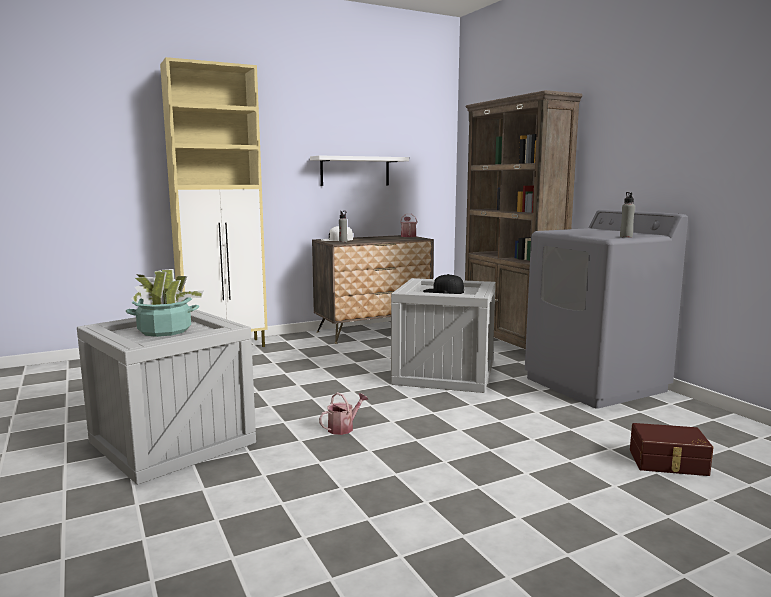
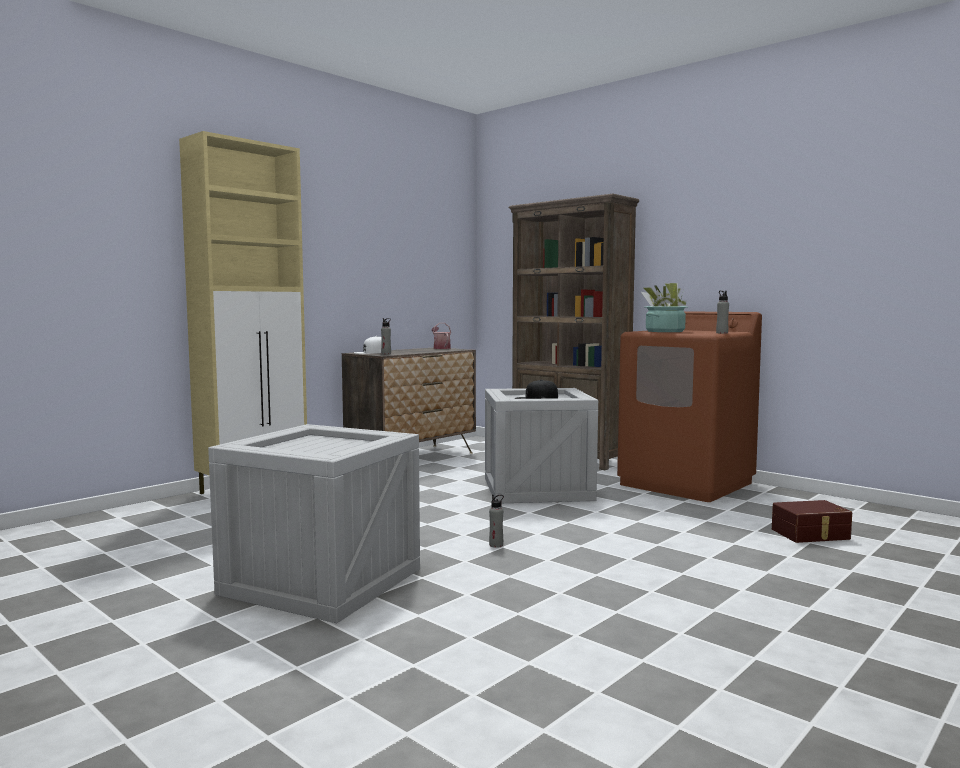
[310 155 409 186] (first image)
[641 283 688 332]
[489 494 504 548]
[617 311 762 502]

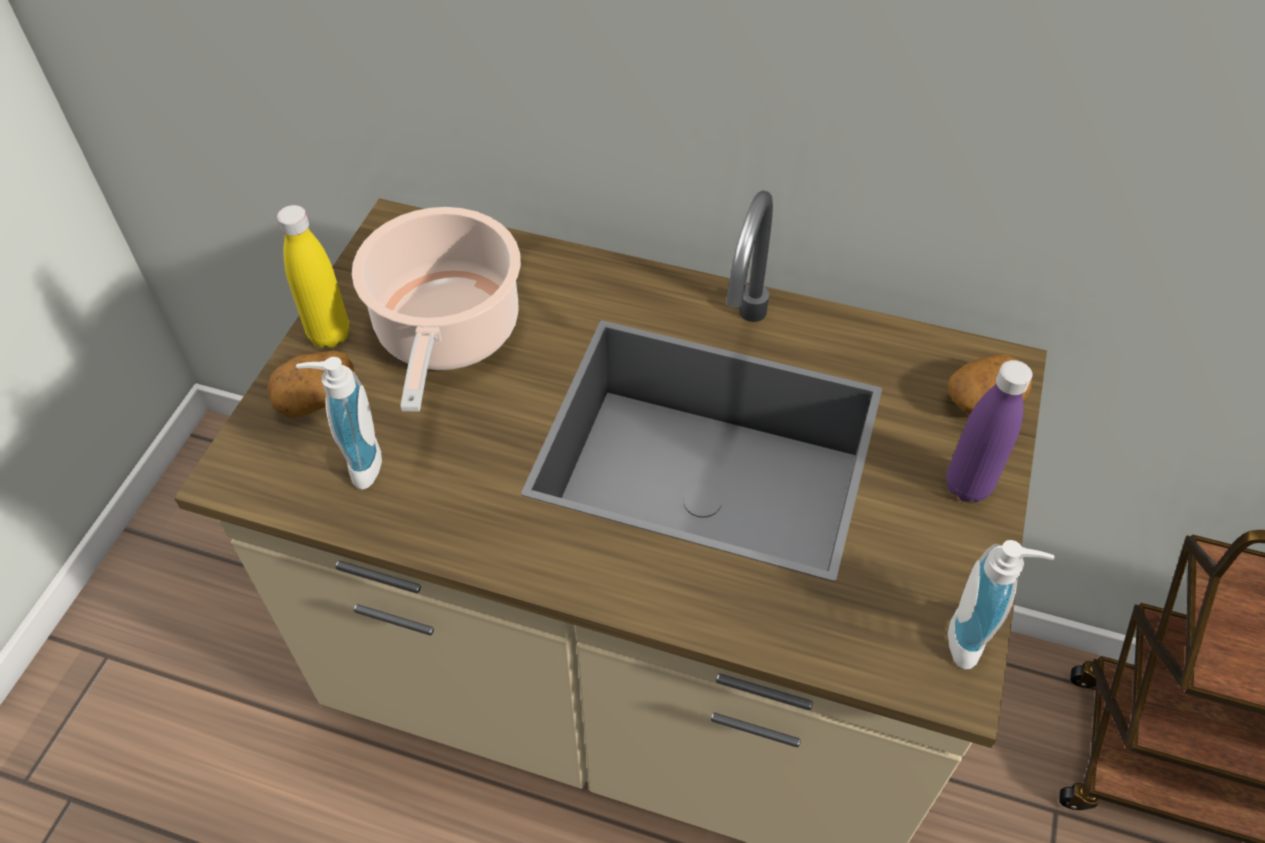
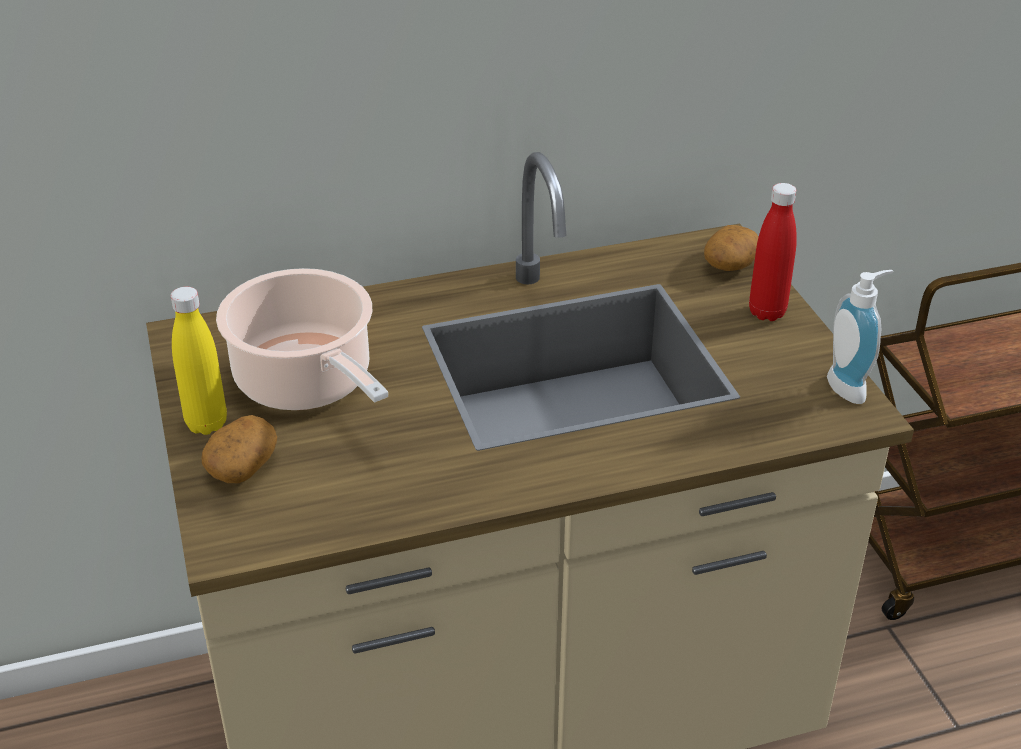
[296 357 382 490] (first image)
[749 183 797 321]

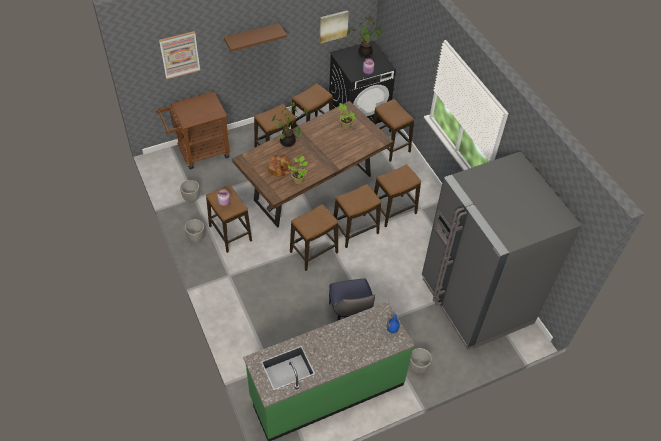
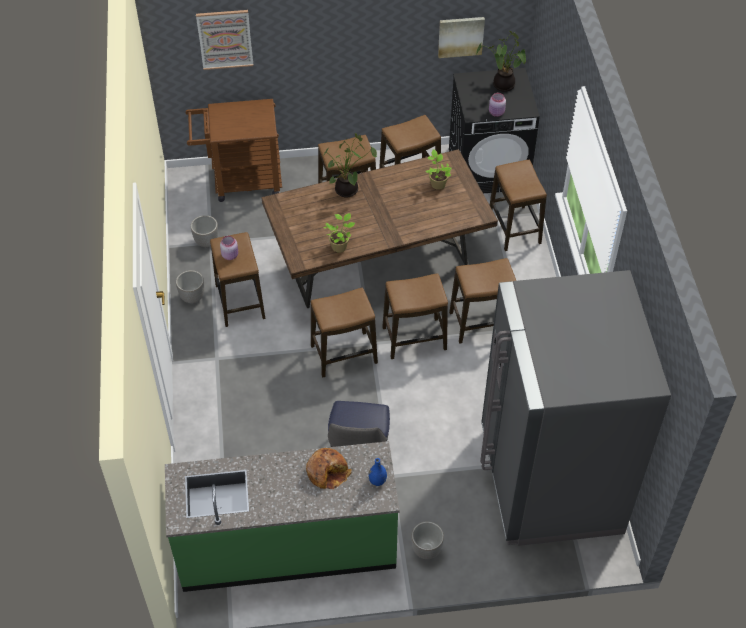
[224 23 287 52] (first image)
[306 448 352 489]

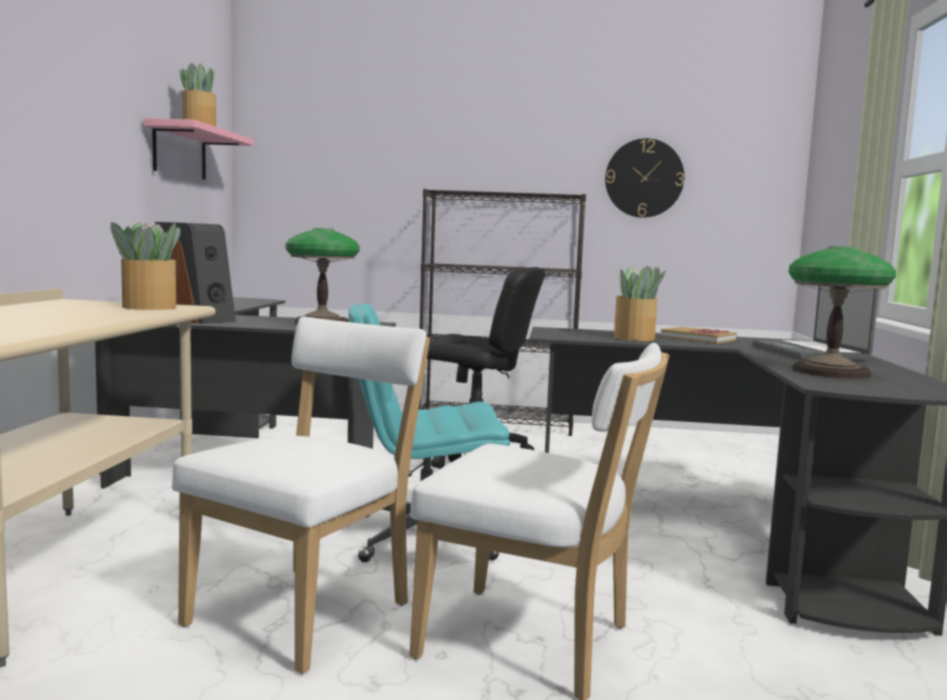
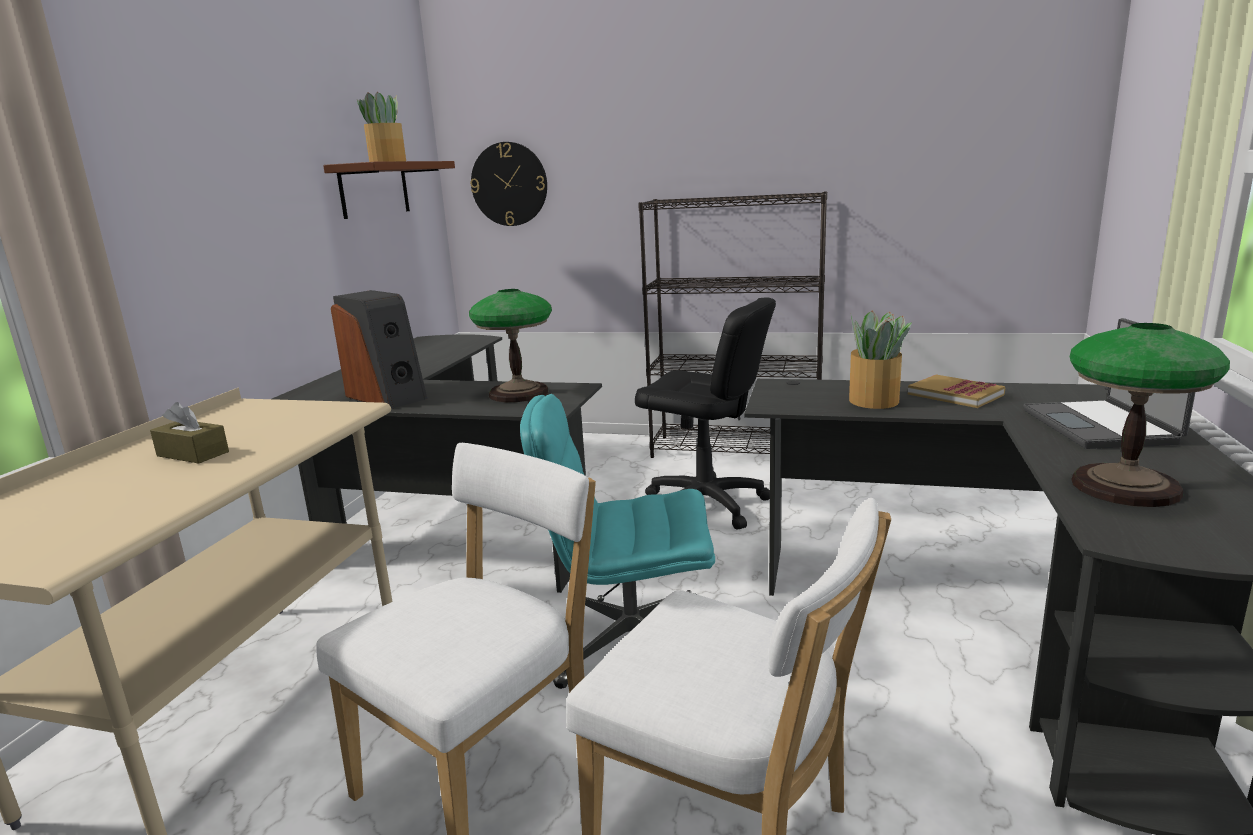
[110 222 180 310] (first image)
[150 402 229 464]
[470 142 547 226]
[323 161 455 219]

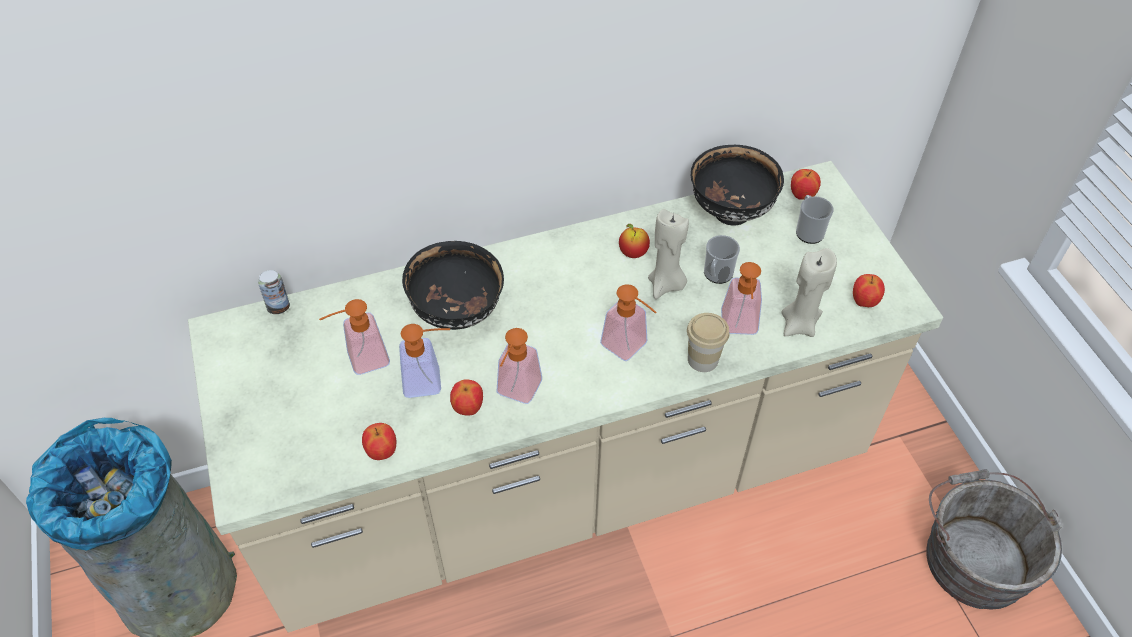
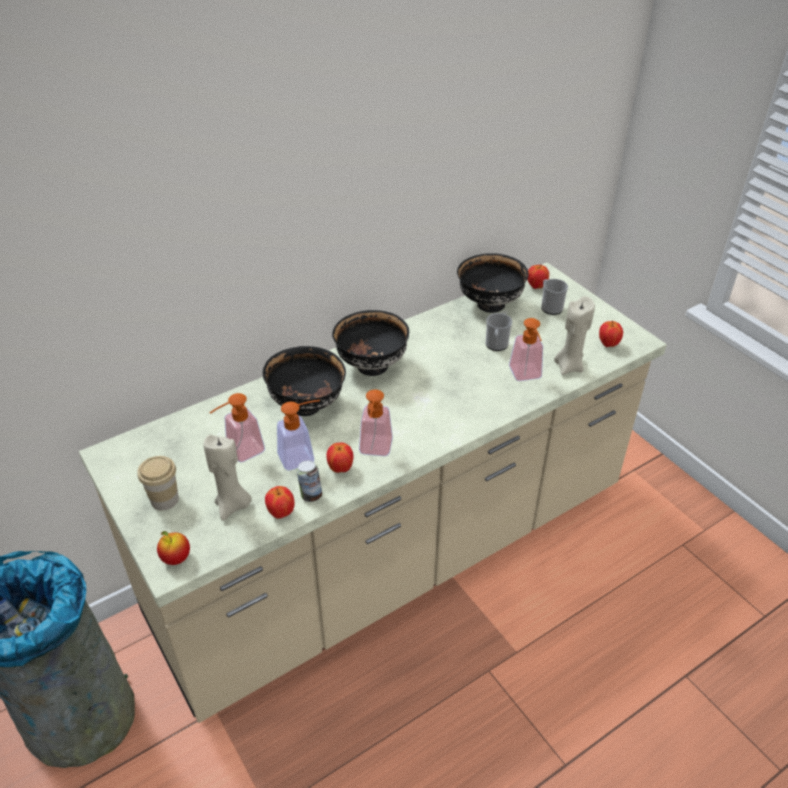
[600 284 657 361] (first image)
[926 469 1063 610] (first image)
[332 310 409 376]
[297 461 322 502]
[157 531 190 565]
[203 435 252 521]
[137 456 179 510]

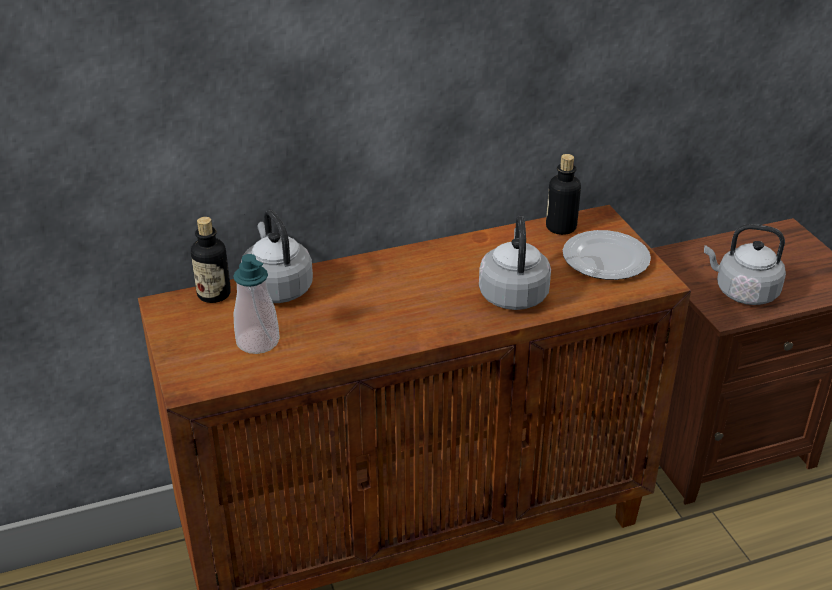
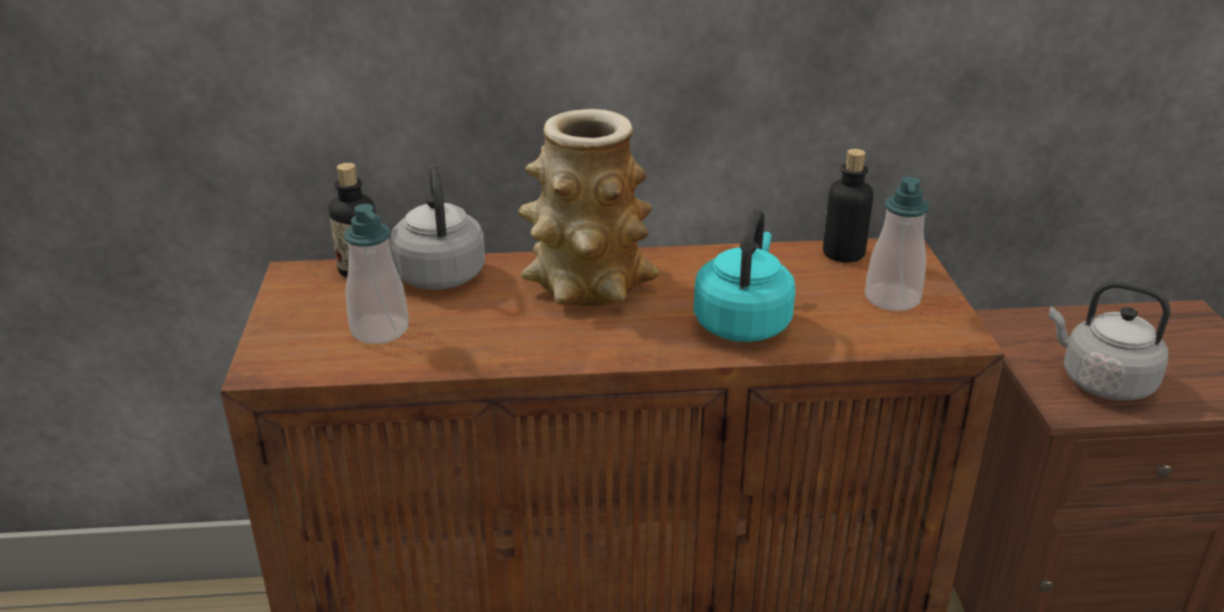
[518 109 659 306]
[865 177 930 311]
[694 209 795 342]

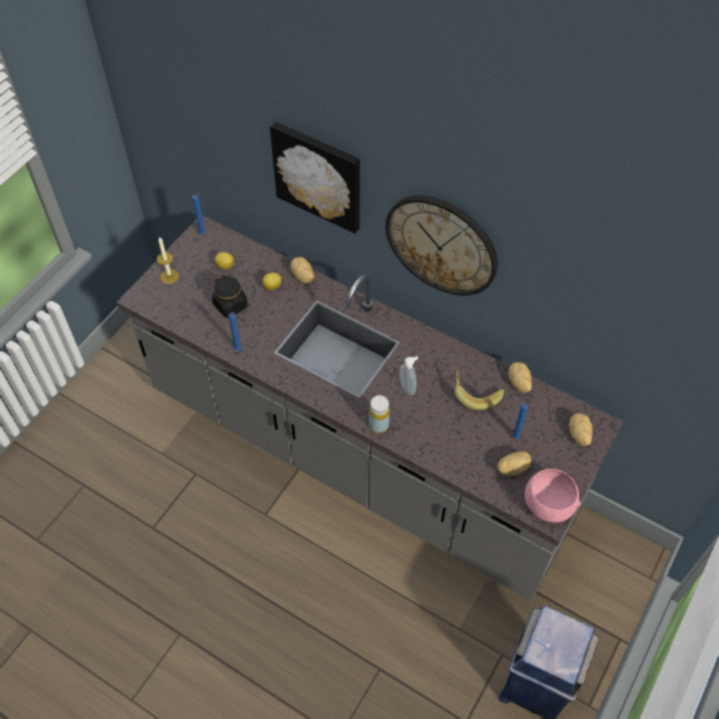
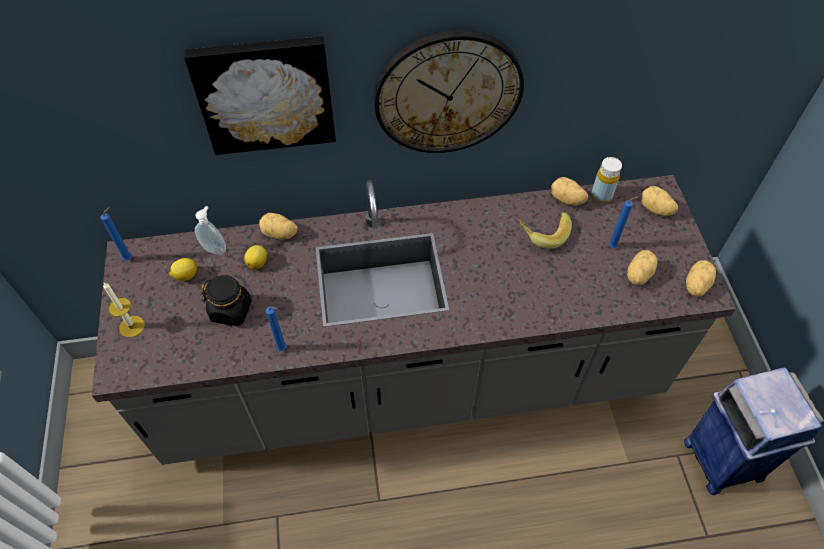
[591 157 622 203]
[195 206 226 255]
[686 260 716 297]

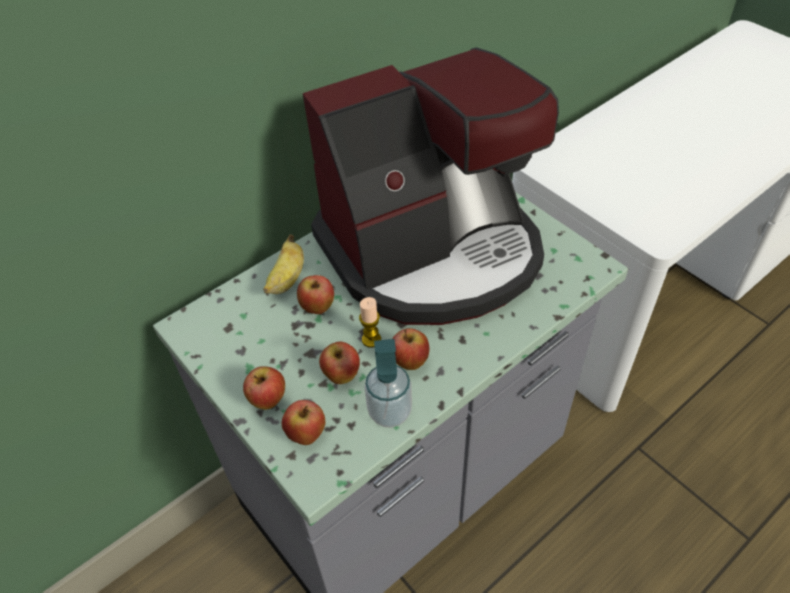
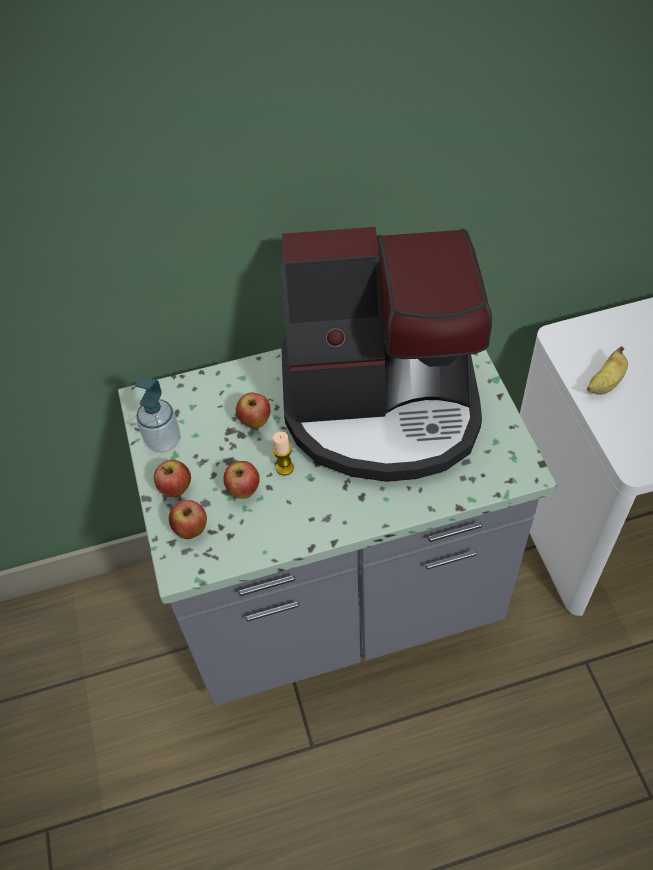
[392 328 429 370] (first image)
[587 346 628 395]
[135 377 180 453]

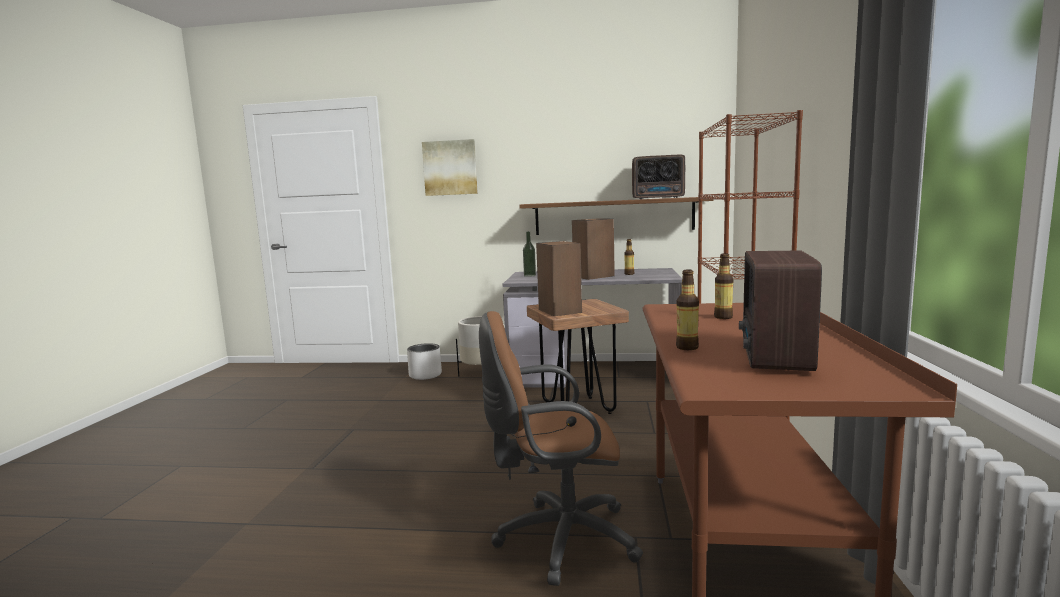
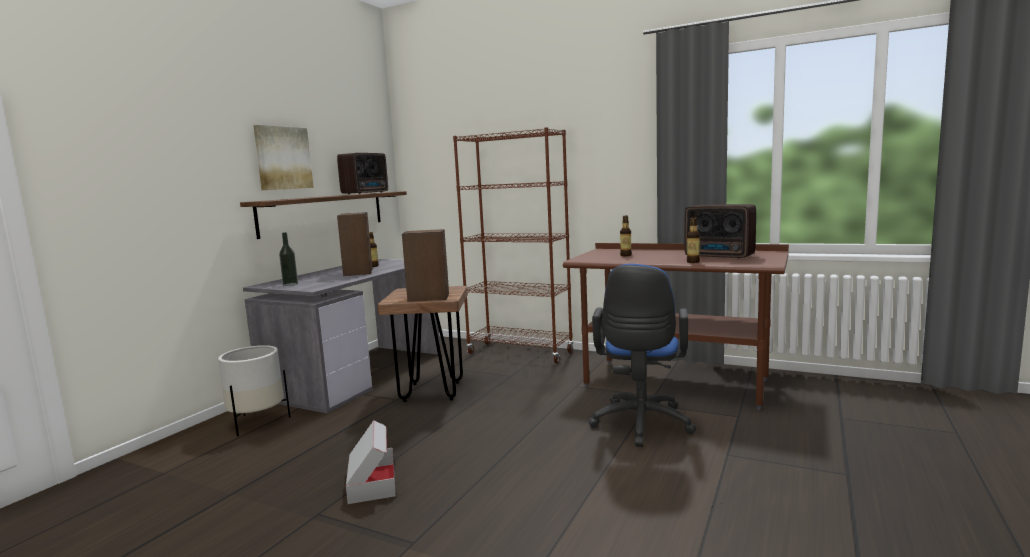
[407 343 442 380] (first image)
[346 420 396 504]
[253 125 314 190]
[588 264 696 447]

